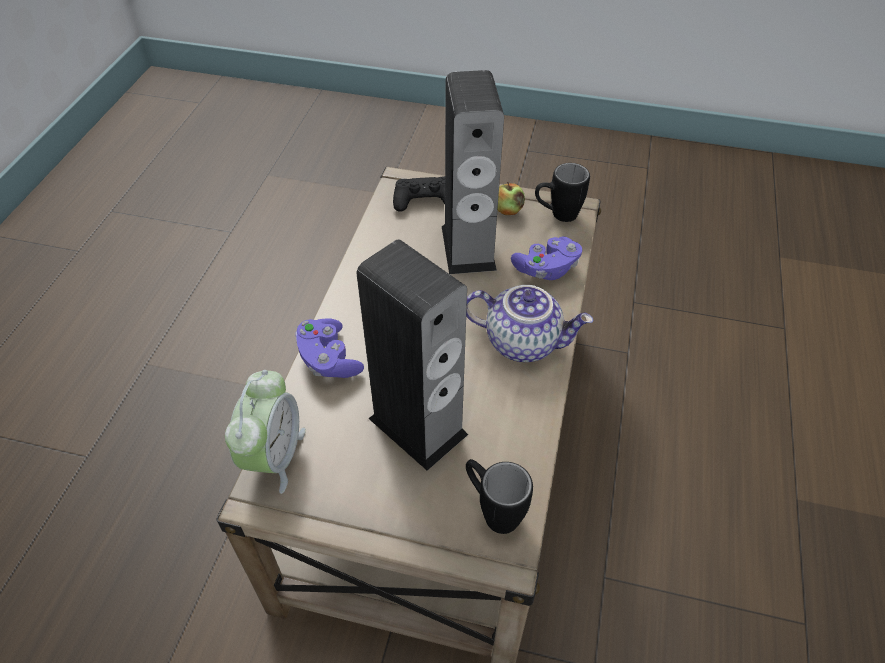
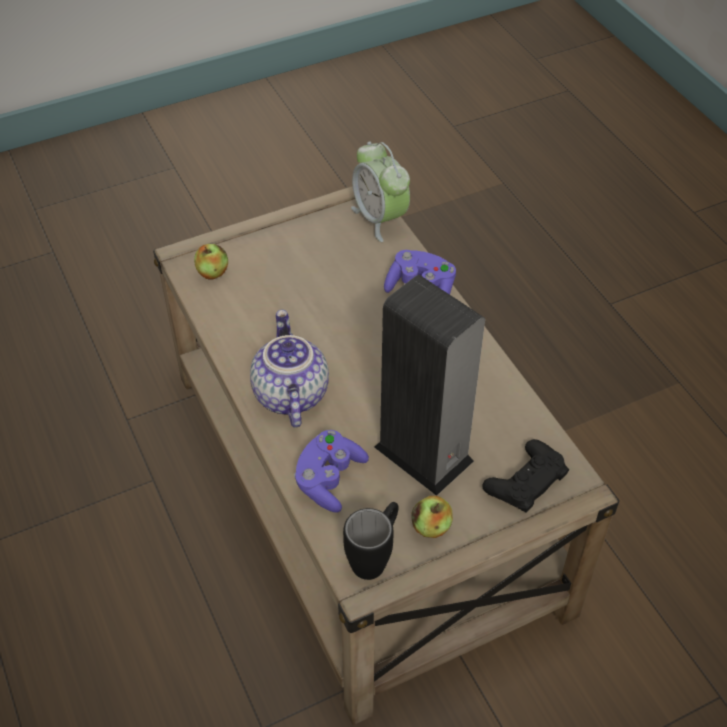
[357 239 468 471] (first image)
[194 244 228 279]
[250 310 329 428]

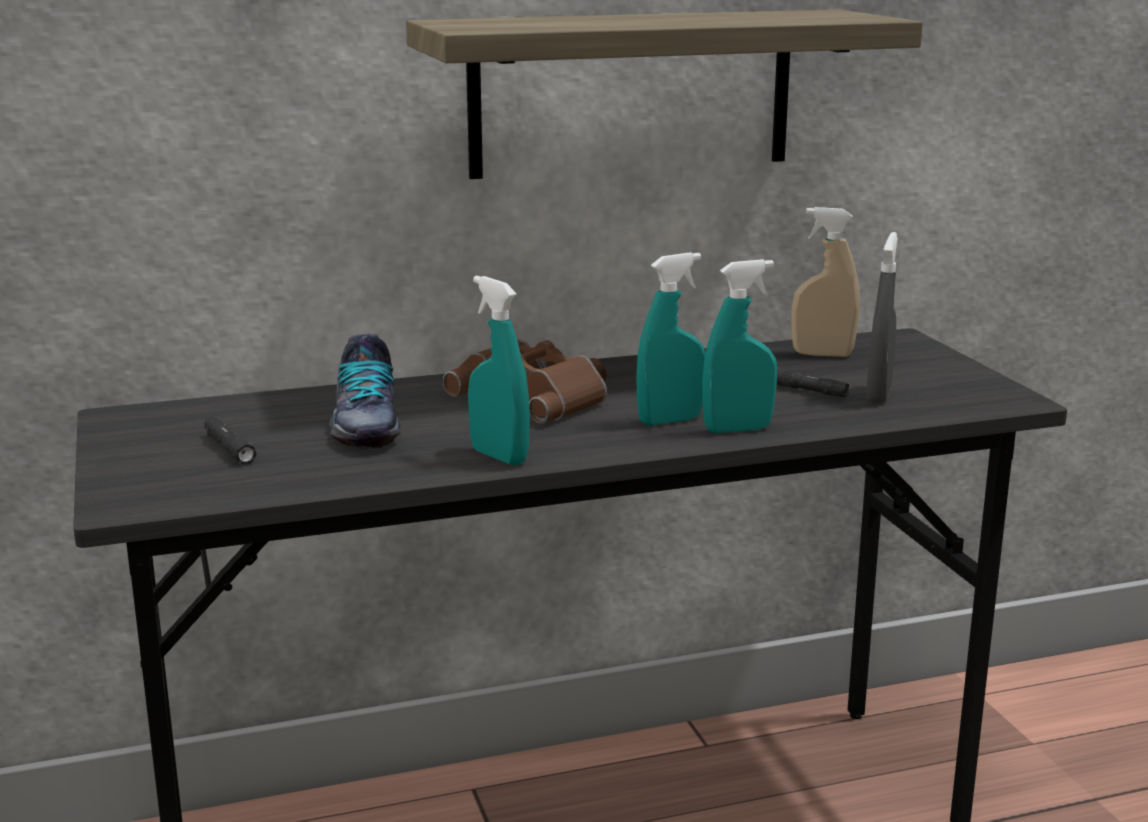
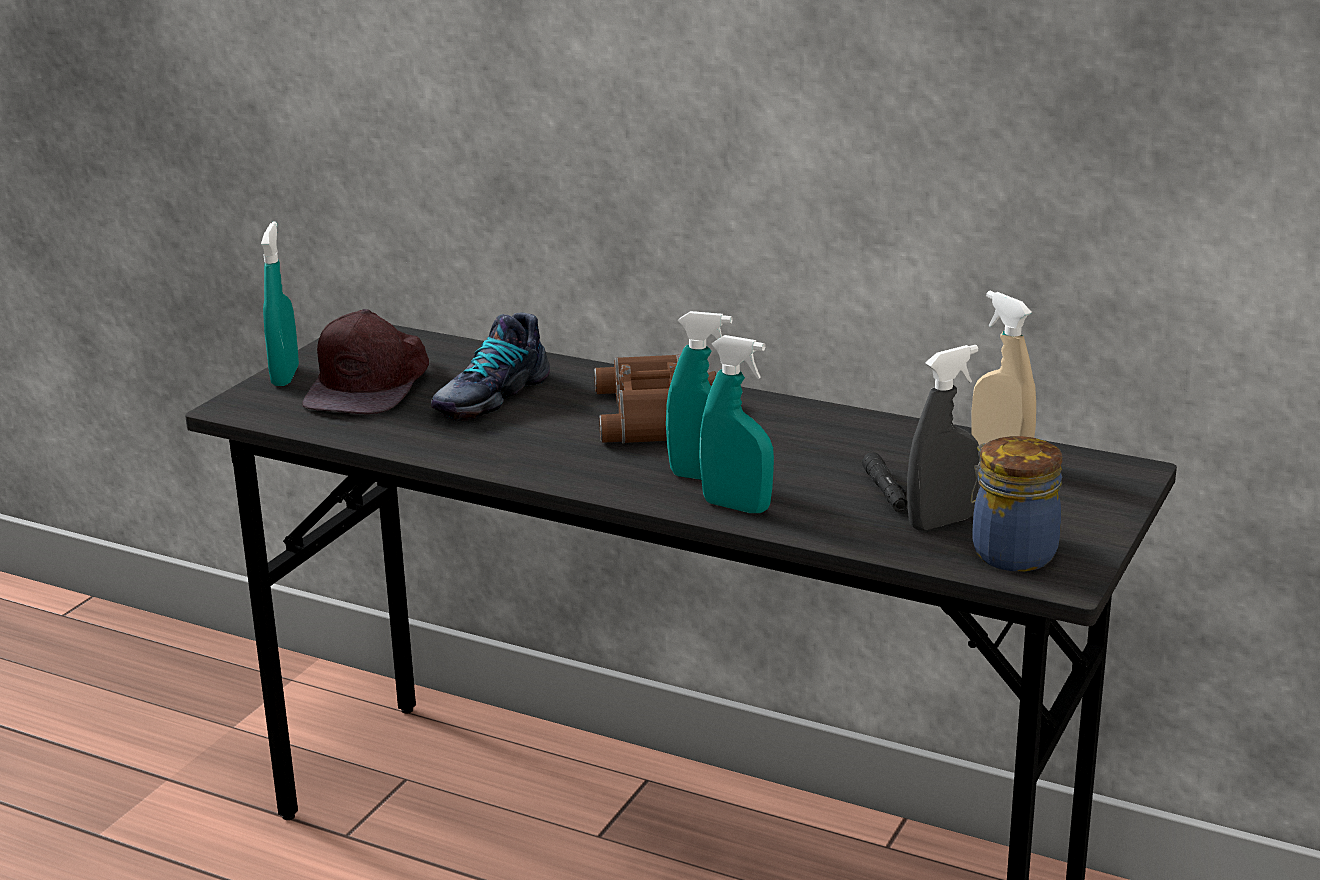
[406 10 923 179] (first image)
[971 436 1063 571]
[261 222 299 386]
[302 309 429 414]

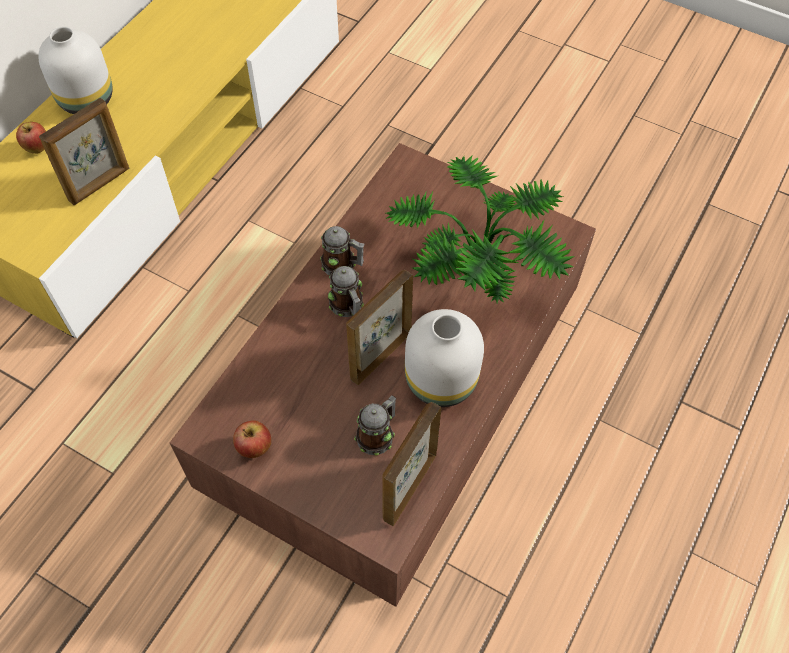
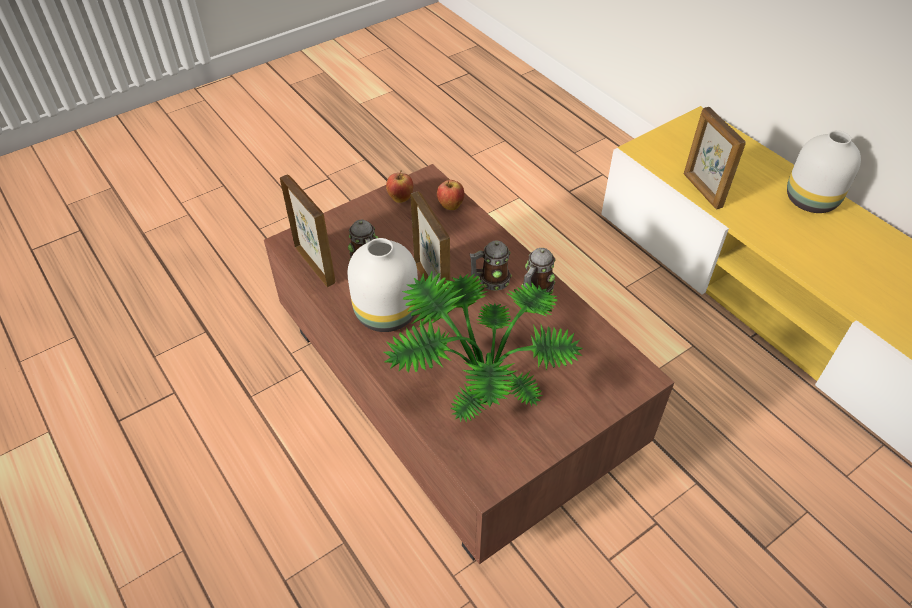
[437 178 464 210]

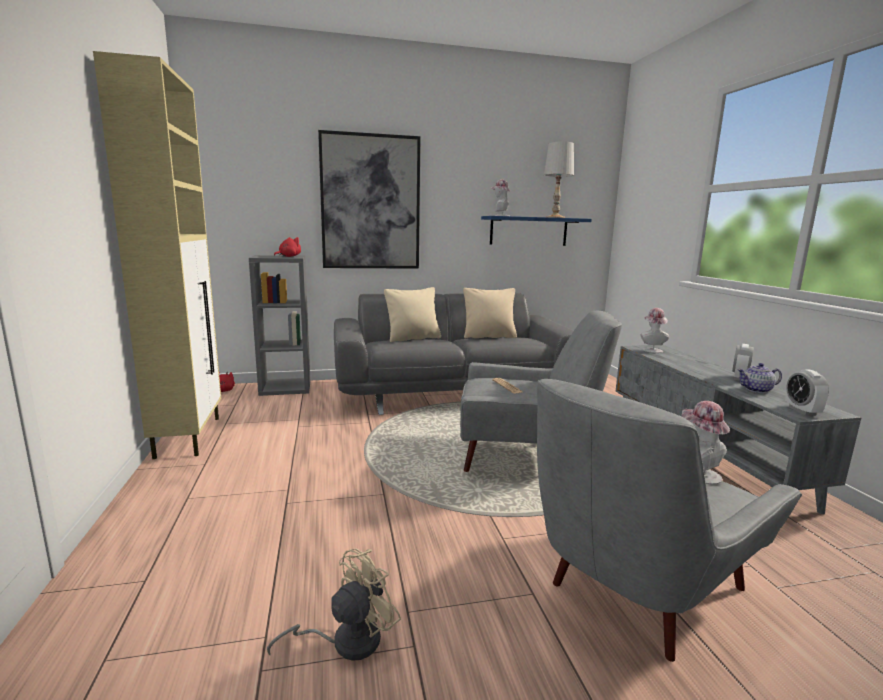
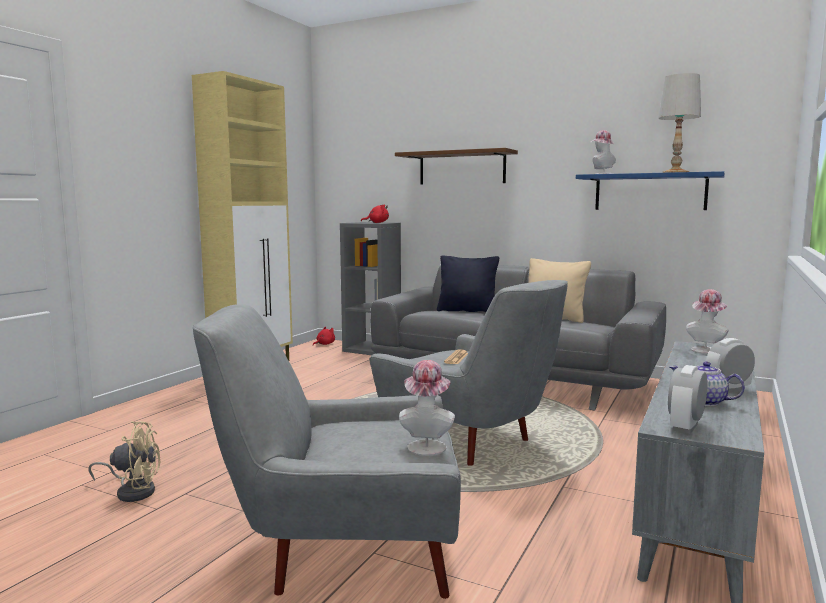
[395 148 518 184]
[437 255 499 312]

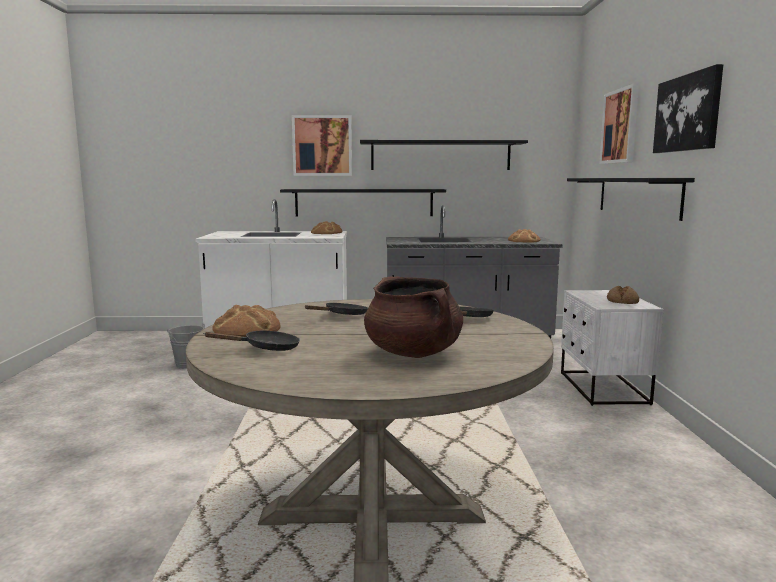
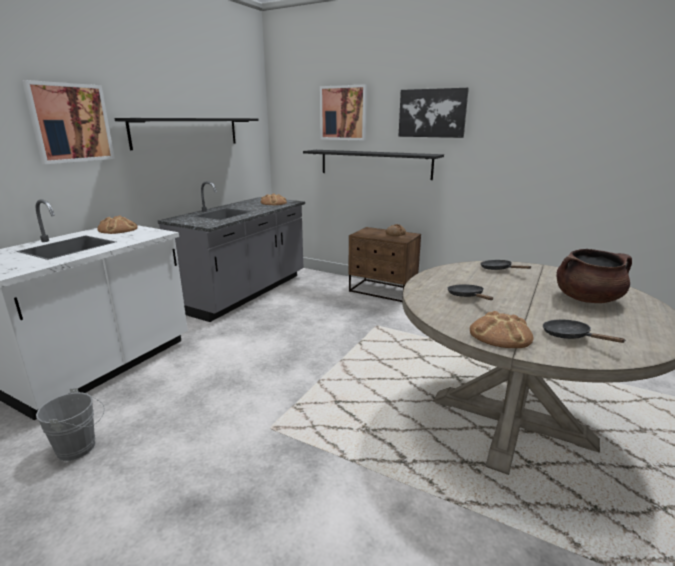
[280 189 446 216] (first image)
[348 227 421 302]
[543 320 625 343]

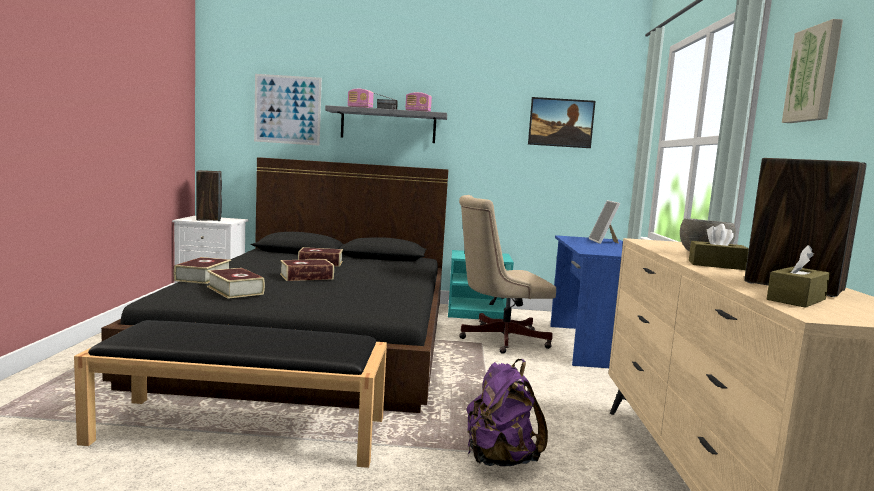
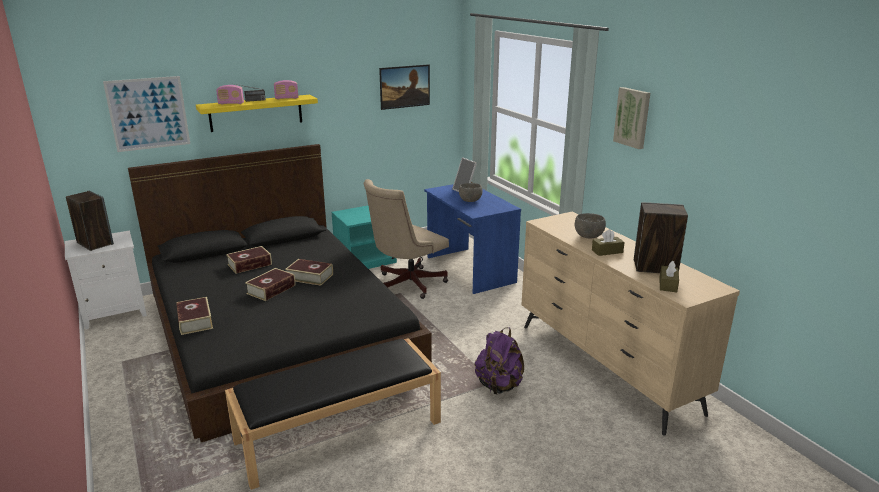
[459 183 483 202]
[285 259 333 286]
[196 95 318 132]

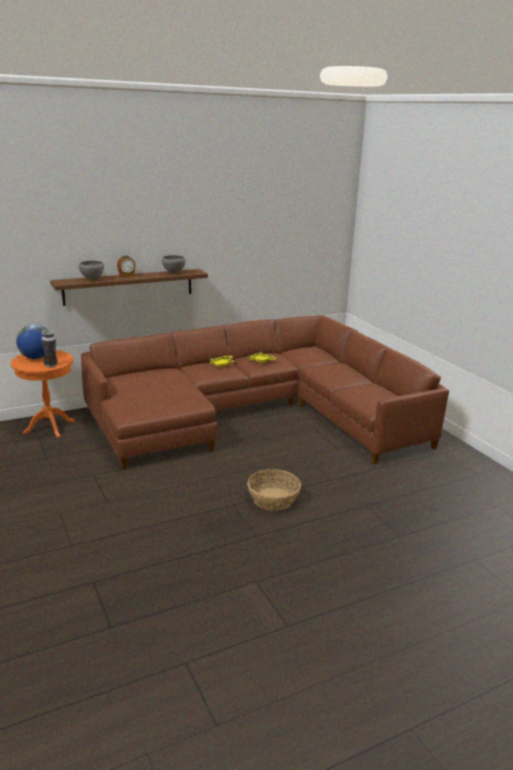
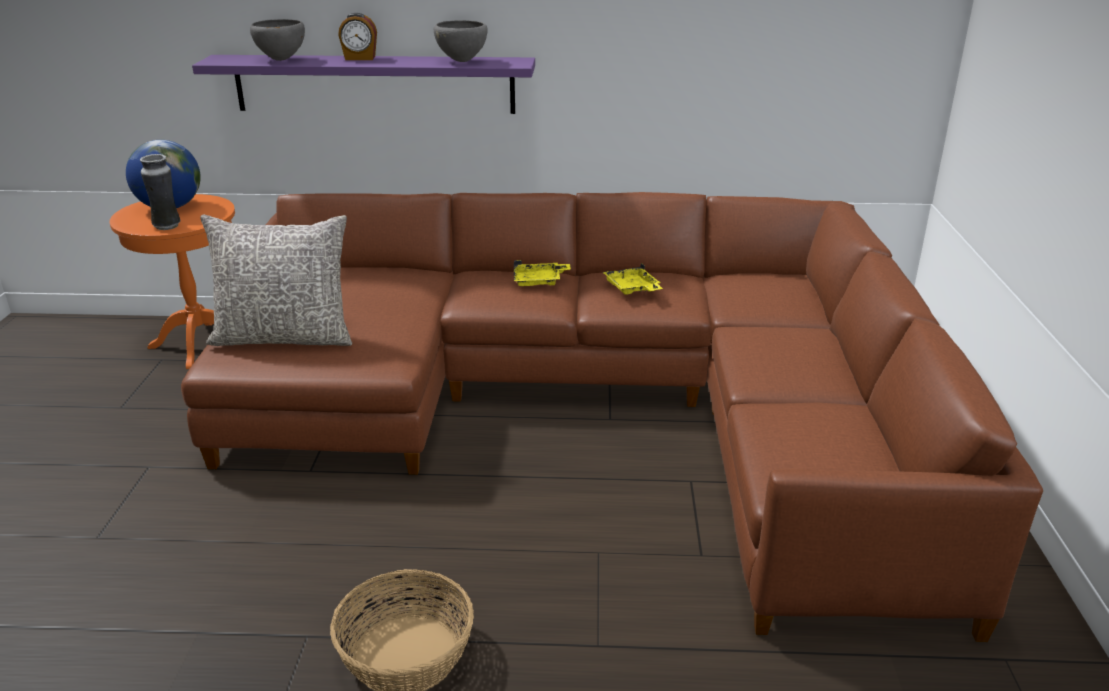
[200 214 352 346]
[192 55 535 114]

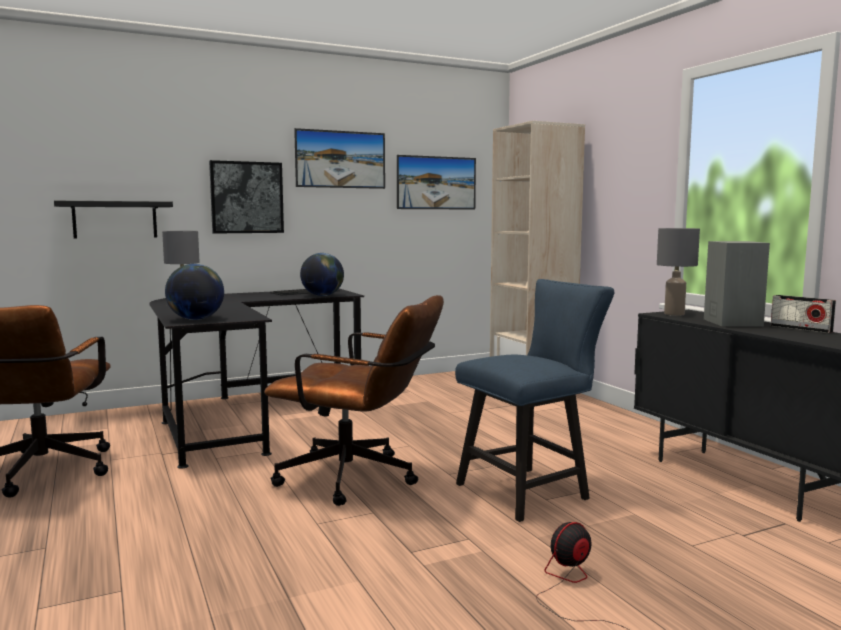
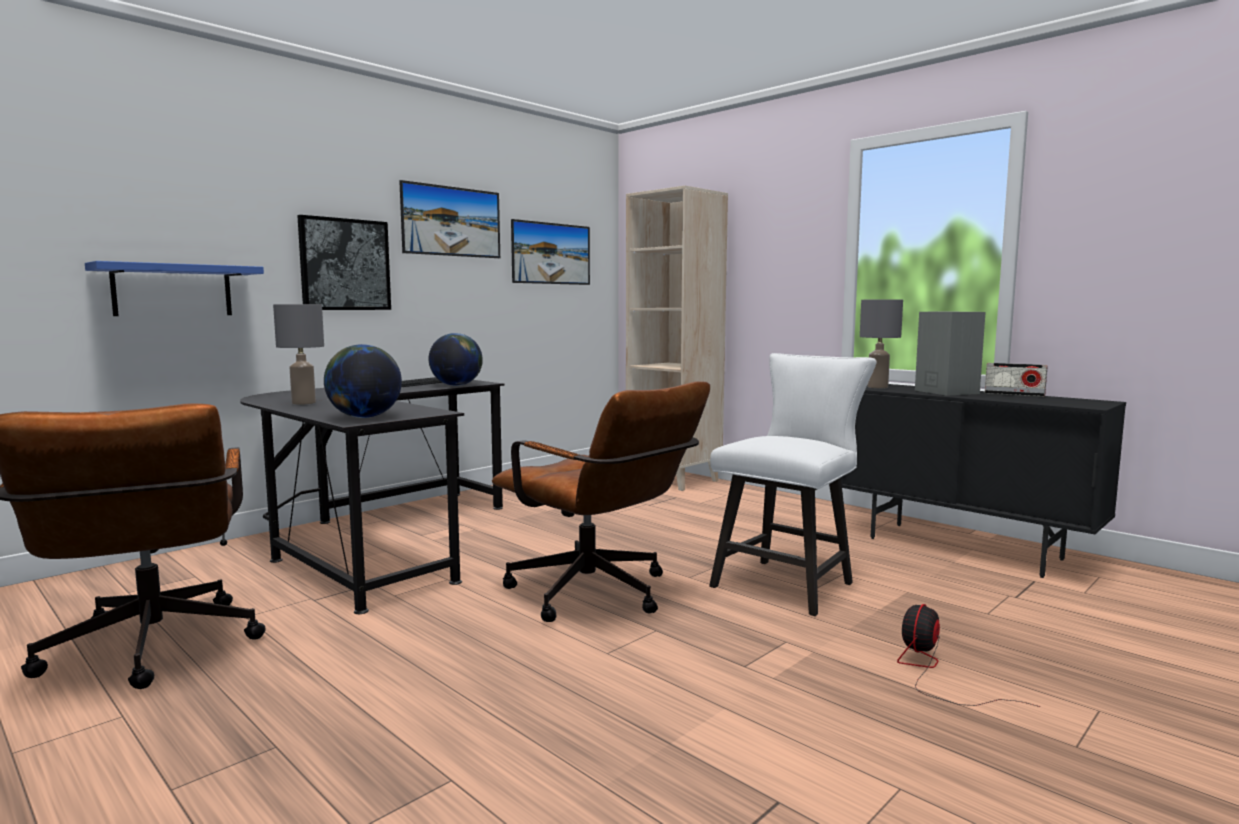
[85 261 264 316]
[709 353 877 616]
[492 381 710 622]

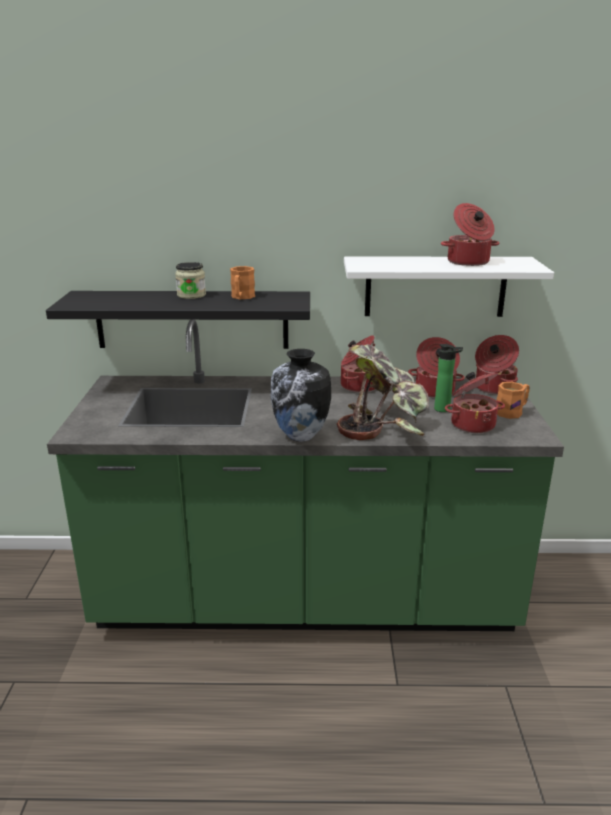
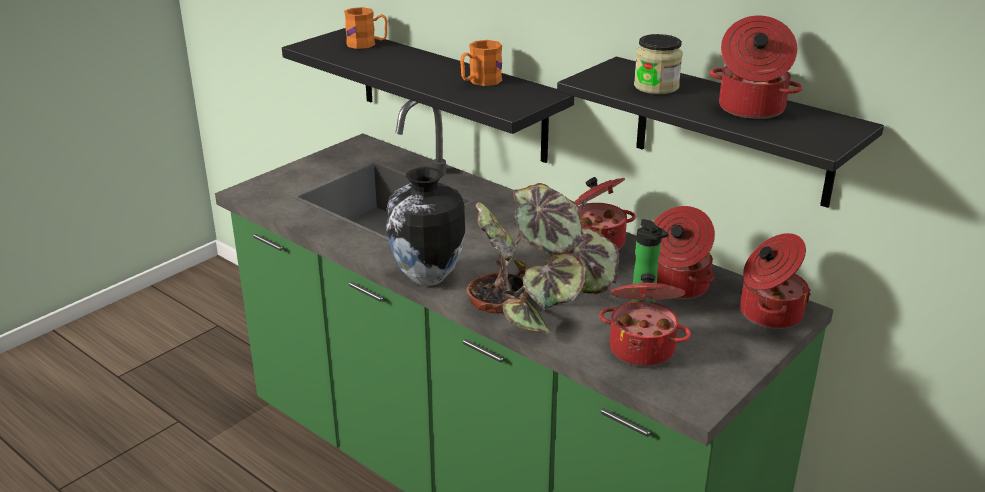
[634 34 683 94]
[344 7 387 49]
[557 57 884 208]

